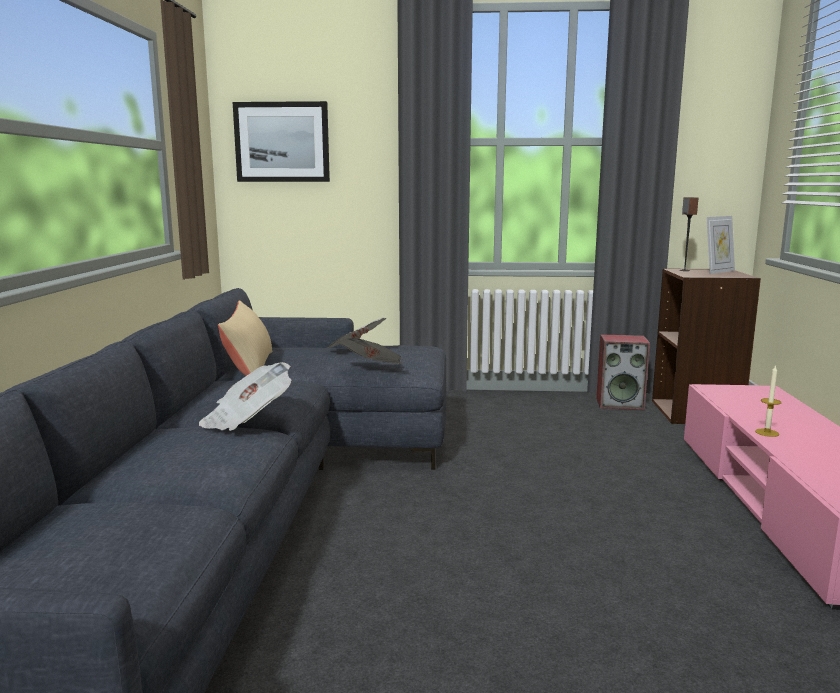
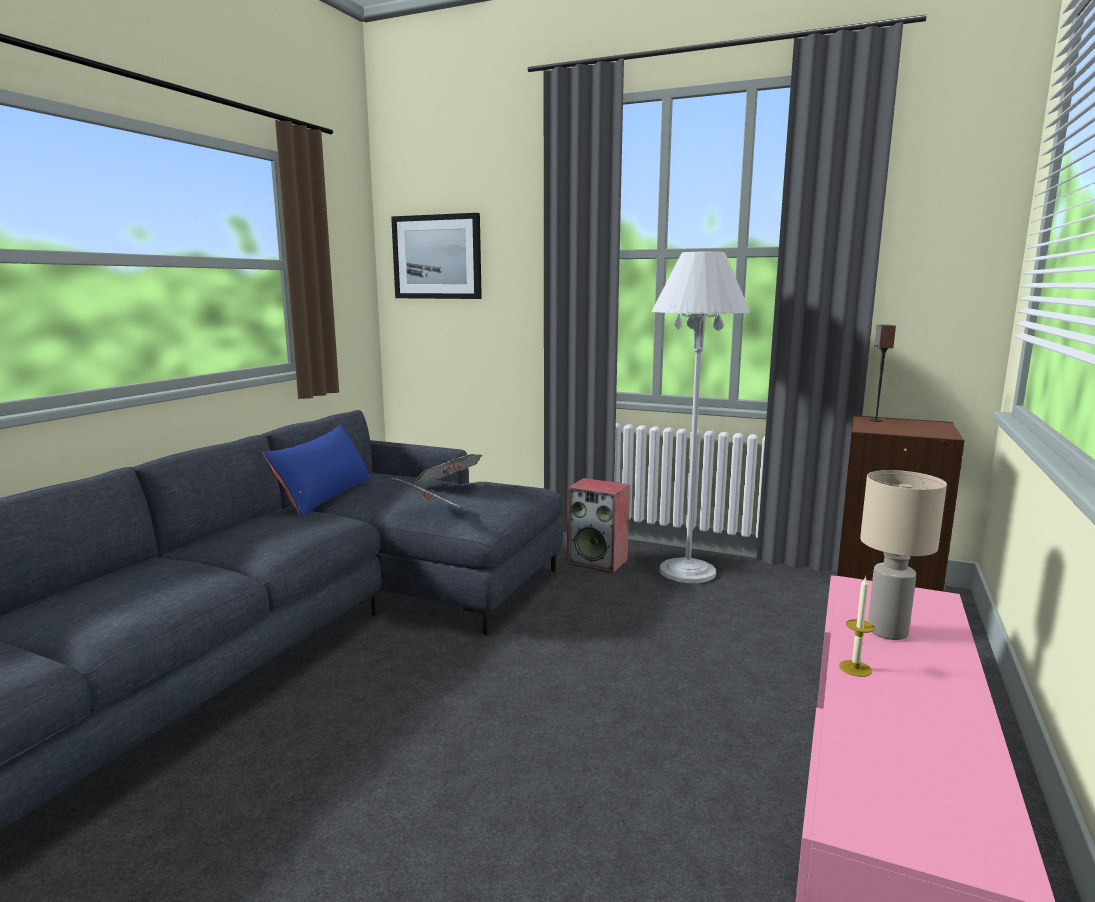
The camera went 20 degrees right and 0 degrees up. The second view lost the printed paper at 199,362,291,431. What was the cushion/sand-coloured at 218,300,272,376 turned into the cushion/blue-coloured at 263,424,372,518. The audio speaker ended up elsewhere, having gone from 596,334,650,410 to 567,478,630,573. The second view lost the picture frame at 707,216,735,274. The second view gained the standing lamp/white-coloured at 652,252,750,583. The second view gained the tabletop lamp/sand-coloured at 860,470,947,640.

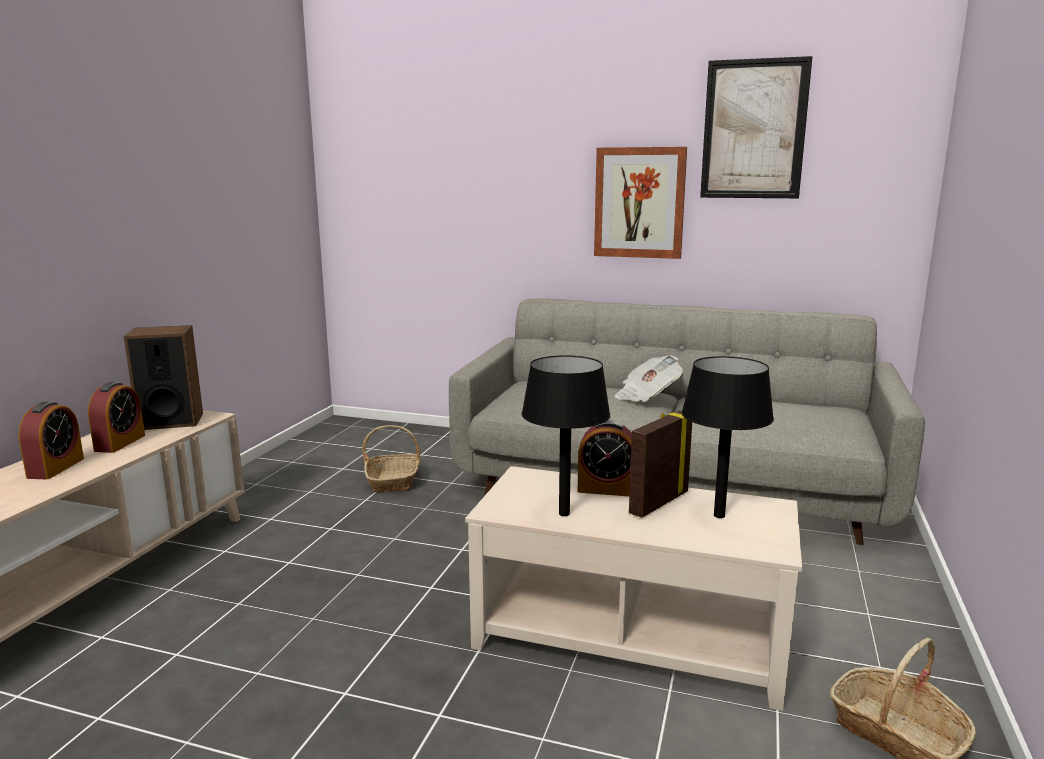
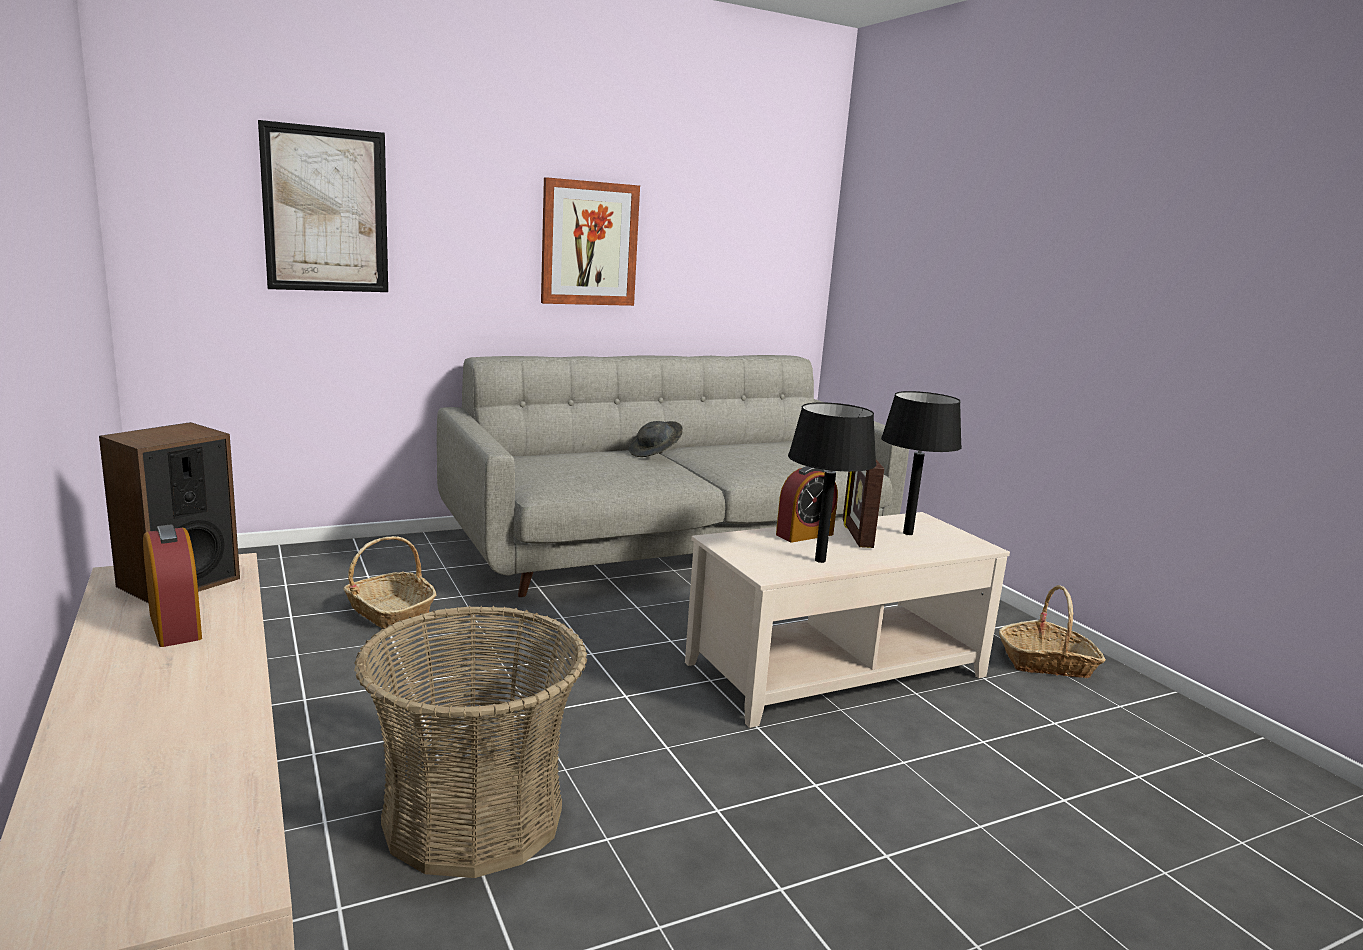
The camera went 45 degrees left and 0 degrees up. The second view lost the alarm clock at 19,402,84,479. Where the printed paper stood at 615,356,683,402, the clothing hat/greyish came to stand at 629,421,683,457. The wall art ended up elsewhere, having gone from 700,56,812,198 to 258,120,388,292. The second view gained the household basket at 354,605,587,878.

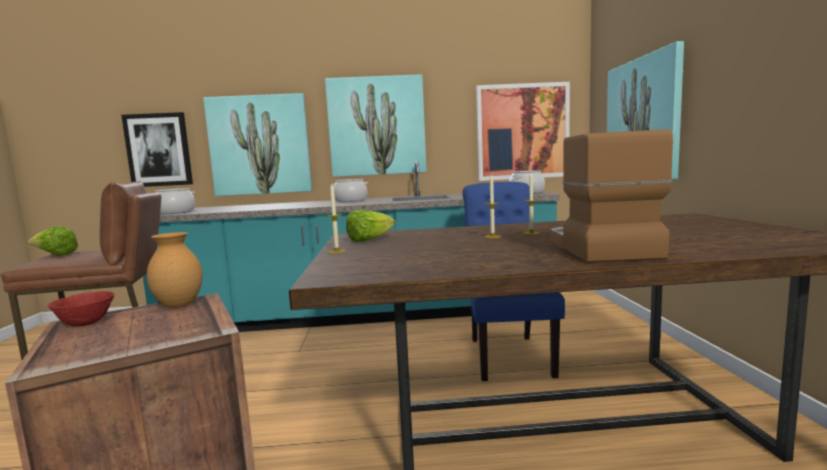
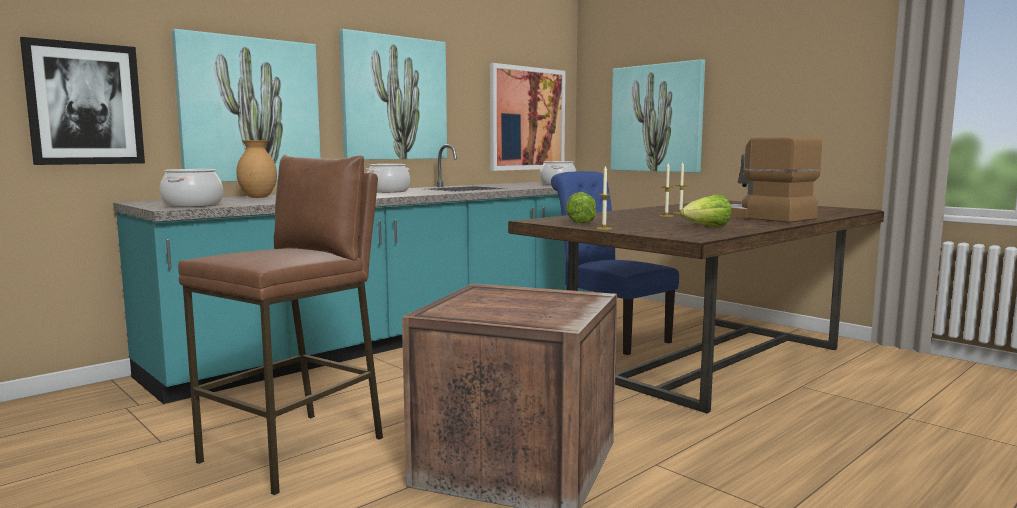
The camera went 40 degrees left and 0 degrees up. The lettuce ended up elsewhere, having gone from 28,226,78,256 to 680,194,732,227. The second view lost the serving bowl/reddish at 47,291,114,327. The vase/brownish ended up elsewhere, having gone from 147,232,203,308 to 236,140,277,198.

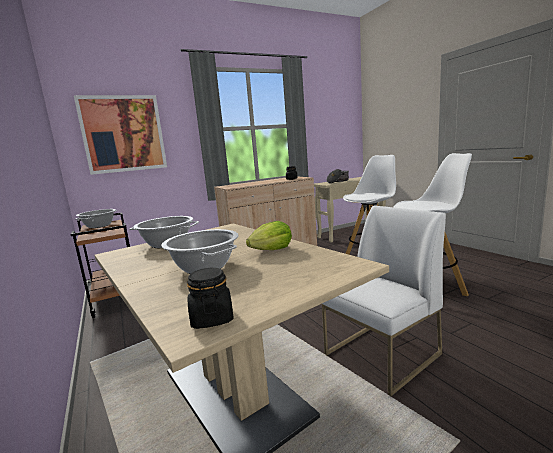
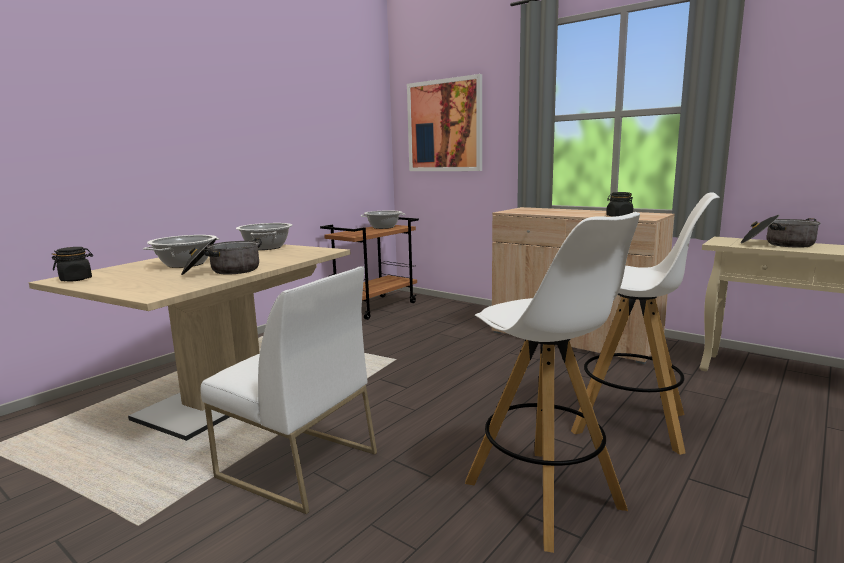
The camera went 65 degrees right and 0 degrees up. Where the lettuce stood at 246,221,292,250, the saucepot came to stand at 181,238,262,275.

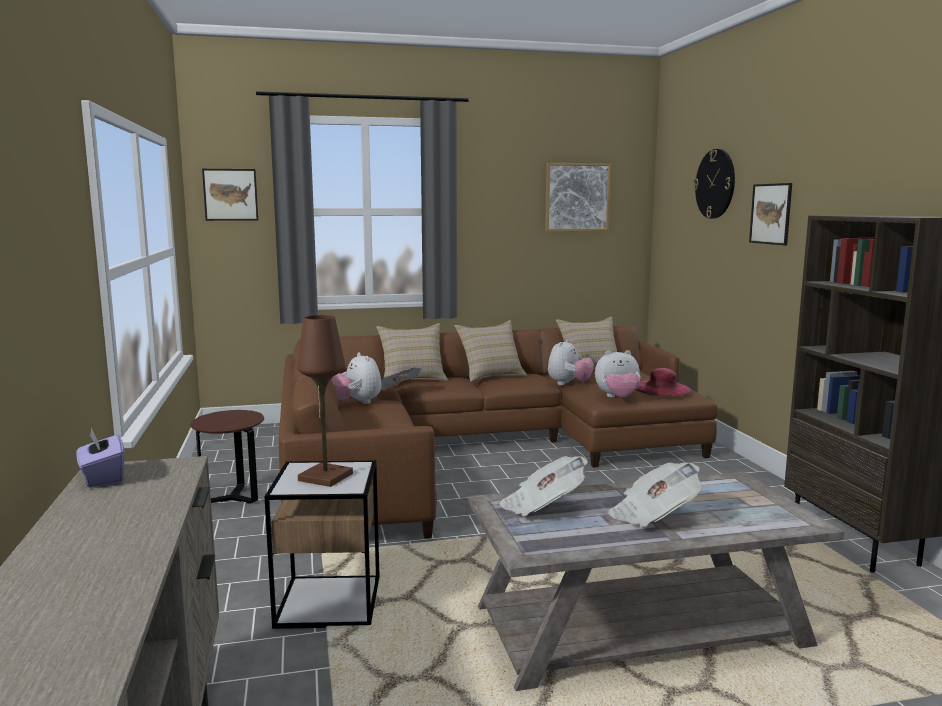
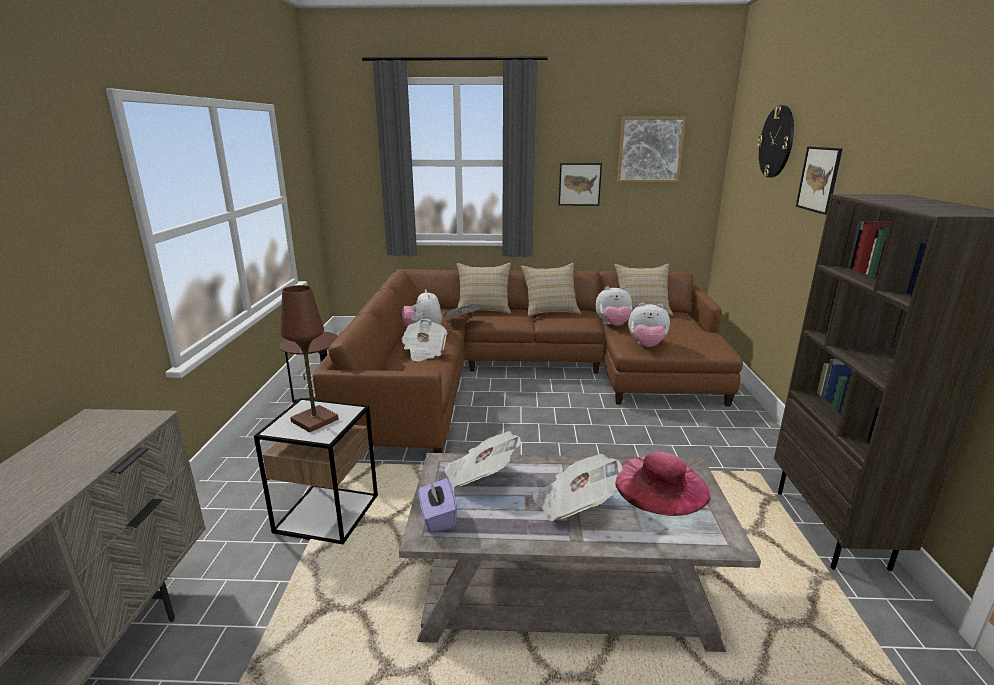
The camera went 15 degrees right and 10 degrees up. The tissue box/purplish ended up elsewhere, having gone from 76,428,125,488 to 418,478,457,533. The wall art ended up elsewhere, having gone from 202,169,258,221 to 559,163,602,206. The plush toy at 548,339,594,385 ended up facing another way, 45 degrees clockwise from before. The clothing hat/pink-coloured ended up elsewhere, having gone from 636,368,692,396 to 615,452,710,516. The second view gained the printed paper at 401,319,447,361.

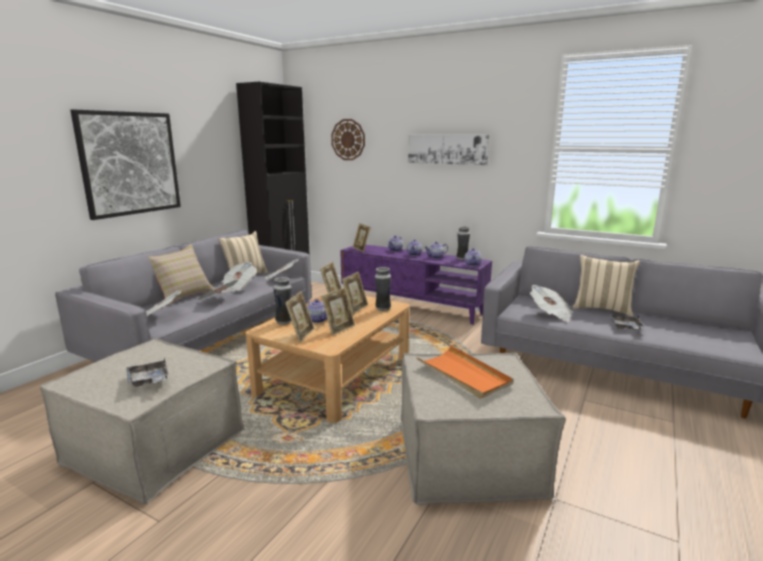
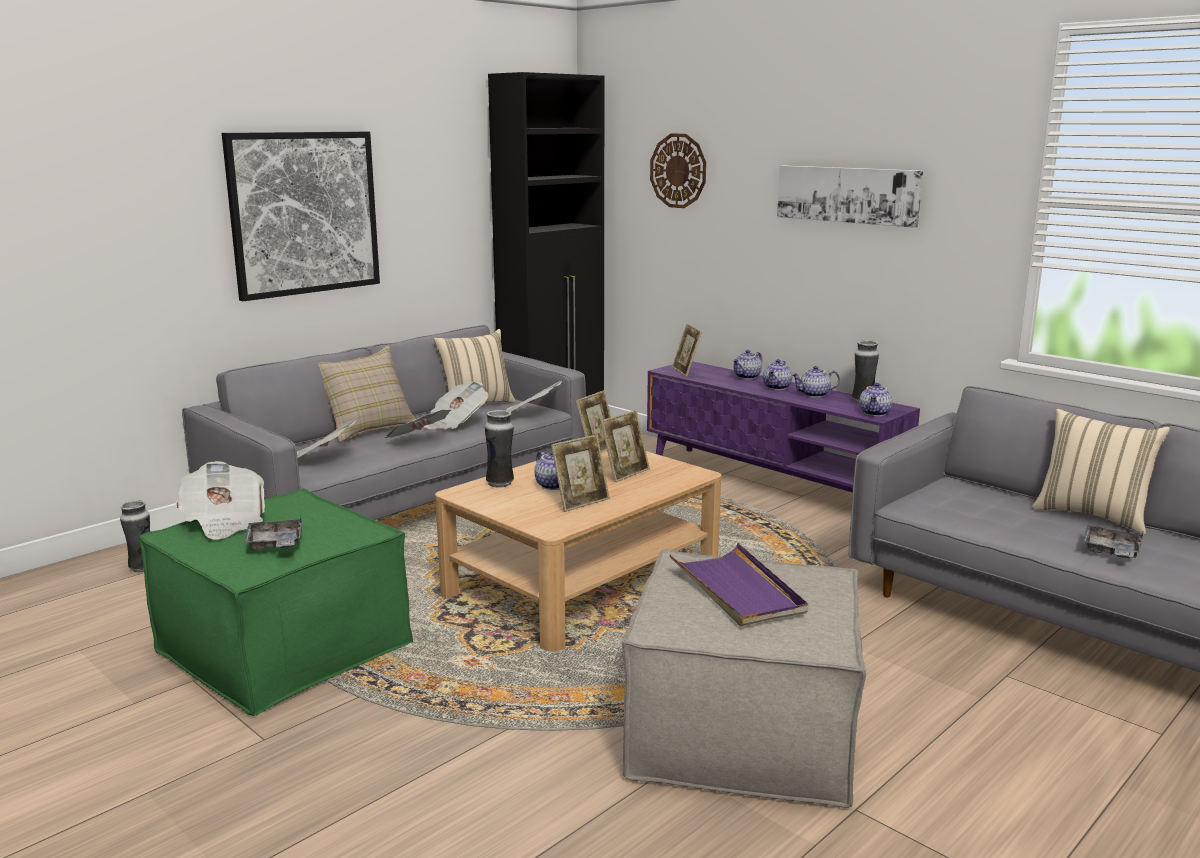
The camera went 15 degrees right and 0 degrees up. What was the pouffe/sand-coloured at 40,338,244,504 turned into the pouffe/greenish at 139,488,413,716. The second view lost the picture frame at 285,292,315,342. The vase ended up elsewhere, having gone from 375,267,391,311 to 120,500,150,572. What was the serving tray/orange at 416,345,514,399 turned into the serving tray/purplish at 670,543,808,626. The printed paper ended up elsewhere, having gone from 530,285,573,322 to 176,461,265,540.

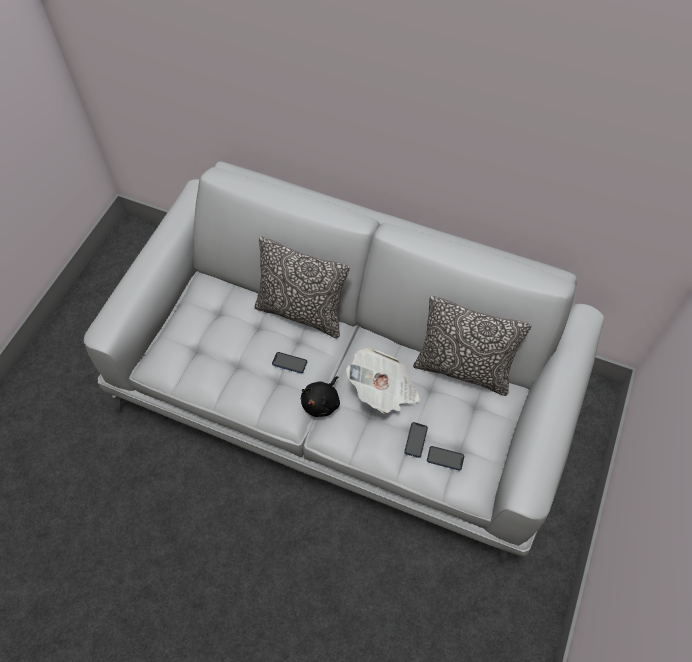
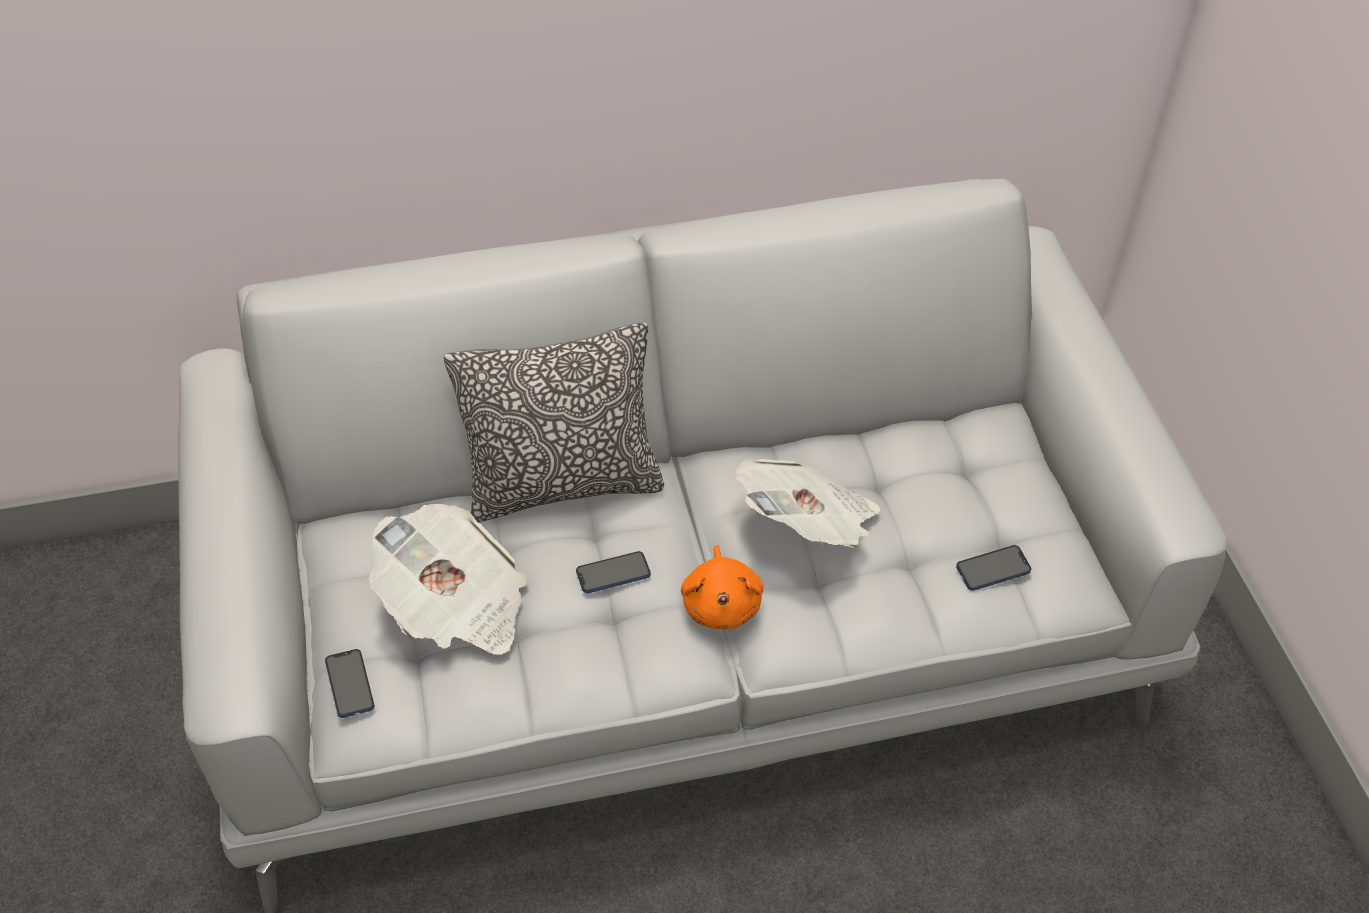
The camera went 35 degrees left and 10 degrees down. What was the plush toy/black-coloured at 301,376,340,417 turned into the plush toy/orange at 681,545,764,630. The phone ended up elsewhere, having gone from 404,422,428,458 to 325,649,375,718. The second view lost the cushion at 413,296,532,396. The second view gained the printed paper at 368,504,527,655.

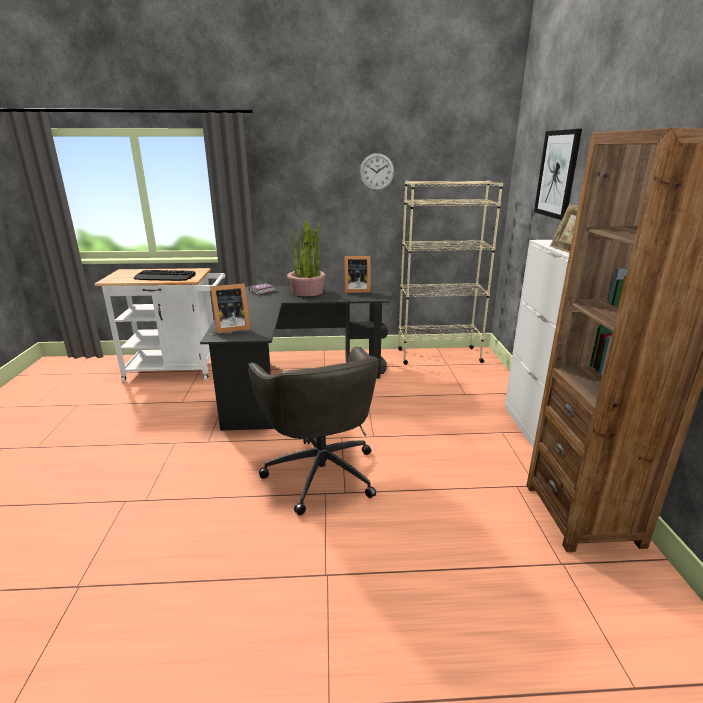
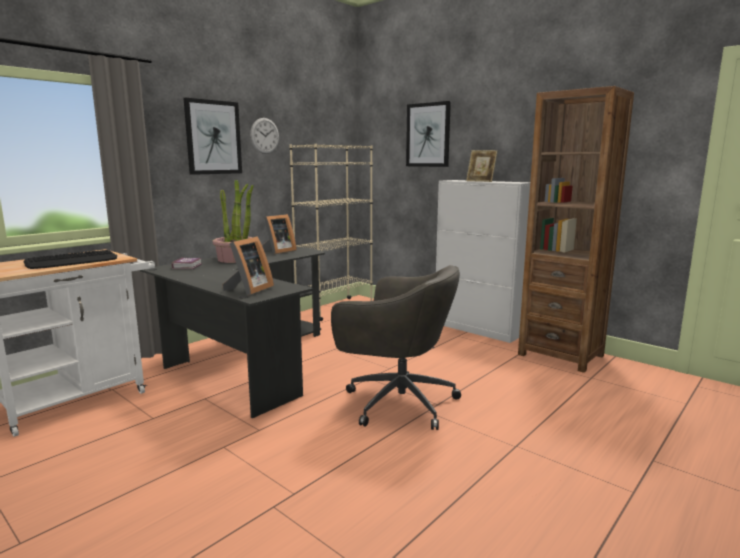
The camera went 45 degrees left and 10 degrees down. The second view gained the wall art at 184,98,242,175.

